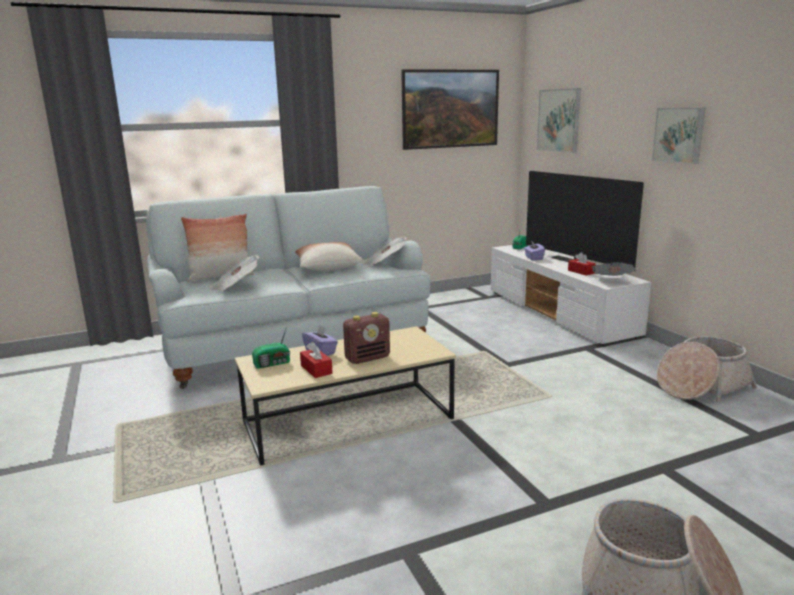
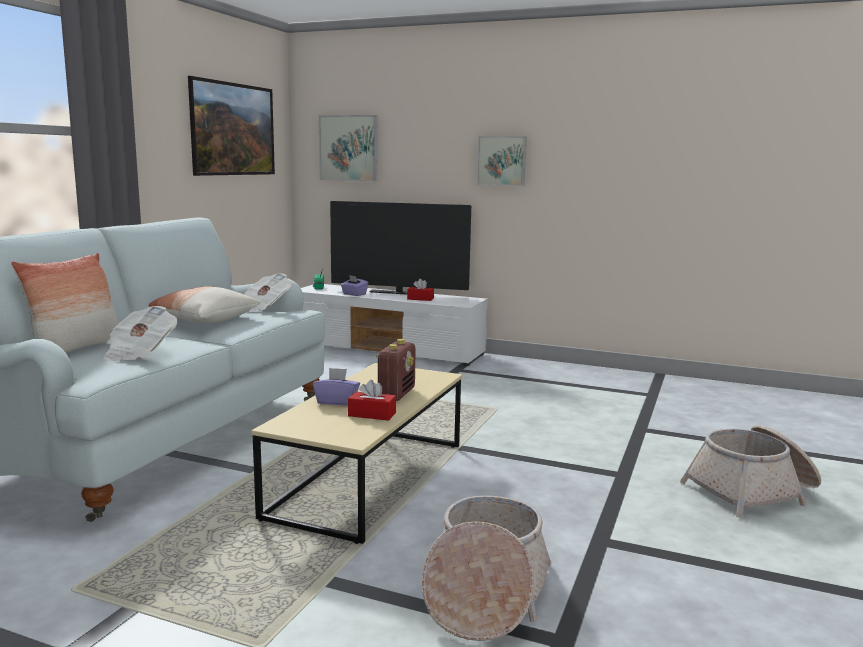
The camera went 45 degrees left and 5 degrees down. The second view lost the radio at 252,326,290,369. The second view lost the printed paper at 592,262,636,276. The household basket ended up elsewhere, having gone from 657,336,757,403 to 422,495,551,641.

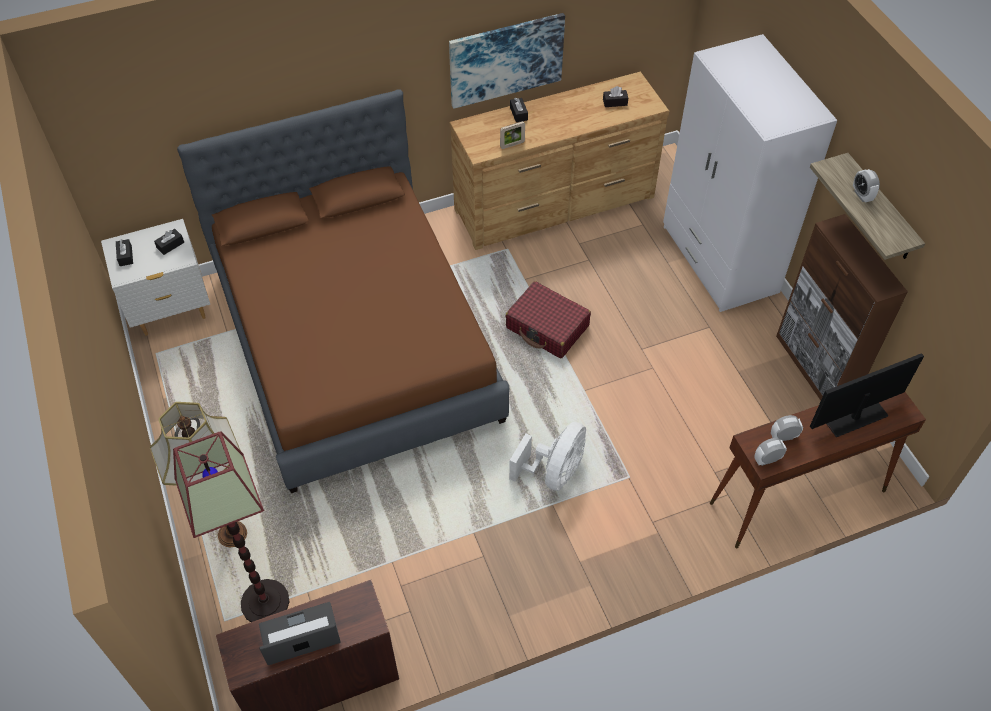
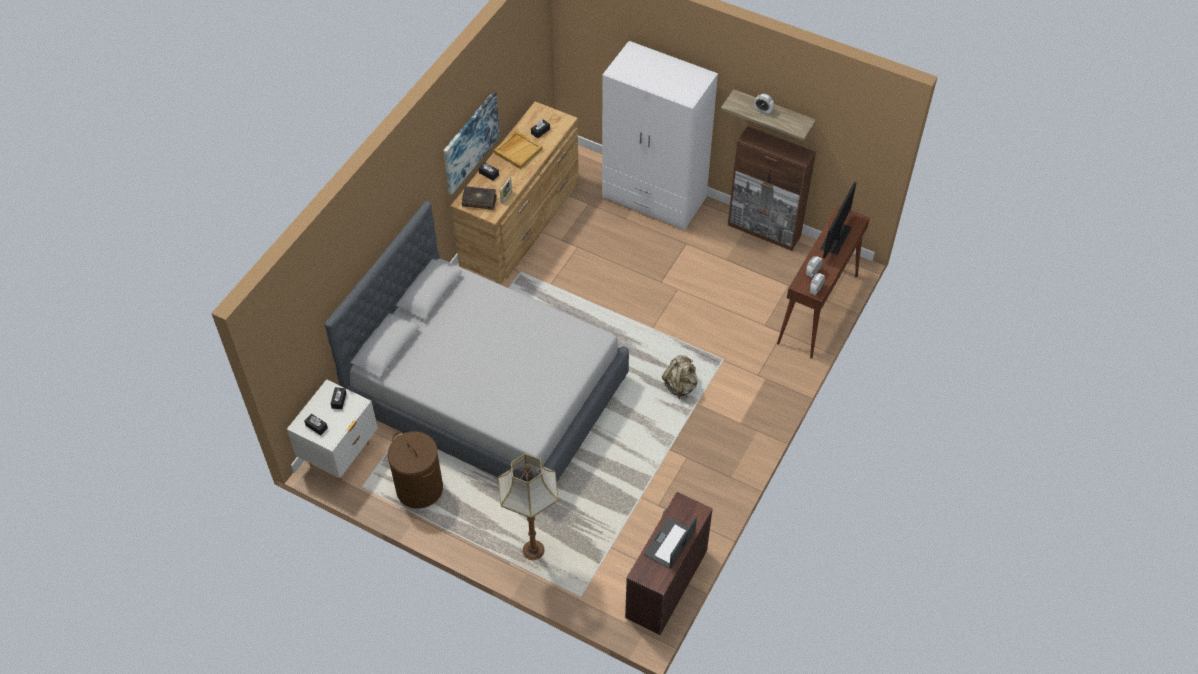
The camera went 40 degrees left and 0 degrees up. The second view lost the standing lamp at 173,431,289,622. What was the bedroom bed/brownish at 177,89,509,493 turned into the bedroom bed/greyish at 325,201,629,481. The second view lost the suitcase/reddish at 505,281,591,358. Where the fan/white-coloured stood at 509,422,586,491, the rucksack/sand-coloured came to stand at 662,355,698,399. The second view gained the washing basket/brownish at 388,432,443,509. The second view gained the volume at 462,186,497,210. The second view gained the serving tray/sand-coloured at 494,131,543,169.

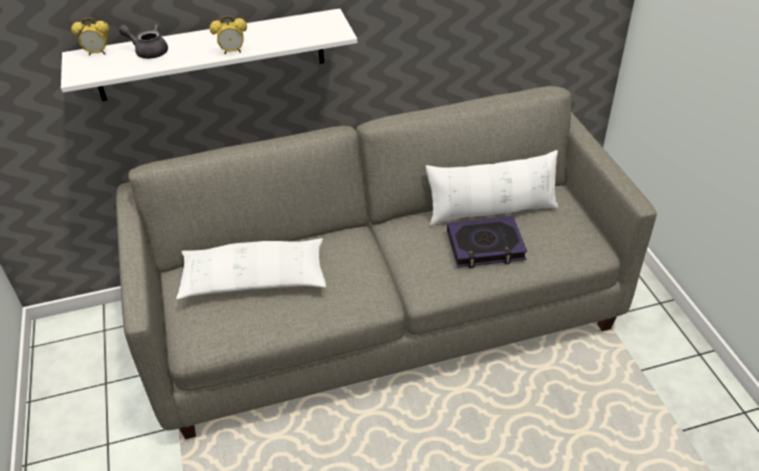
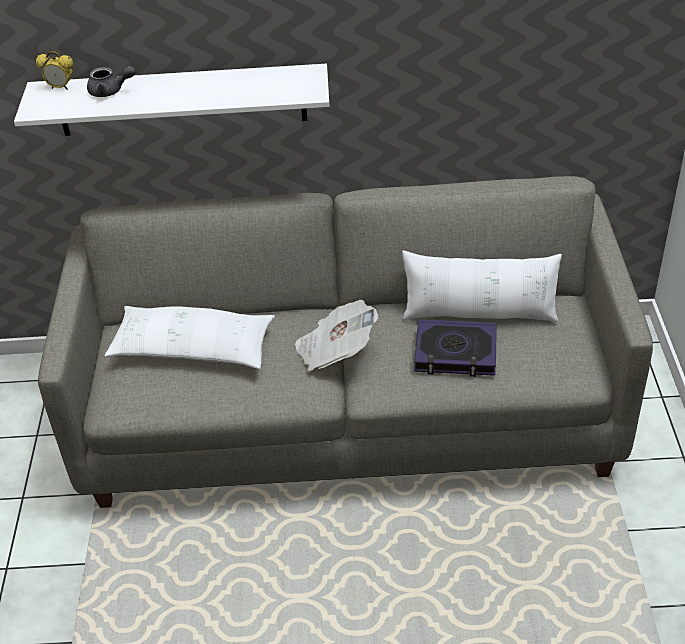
The camera went 15 degrees right and 0 degrees up. The pot for tea/greyish at 119,24,168,59 ended up facing another way, 150 degrees clockwise from before. The second view lost the alarm clock at 210,15,247,54. The second view gained the printed paper at 295,300,378,371.

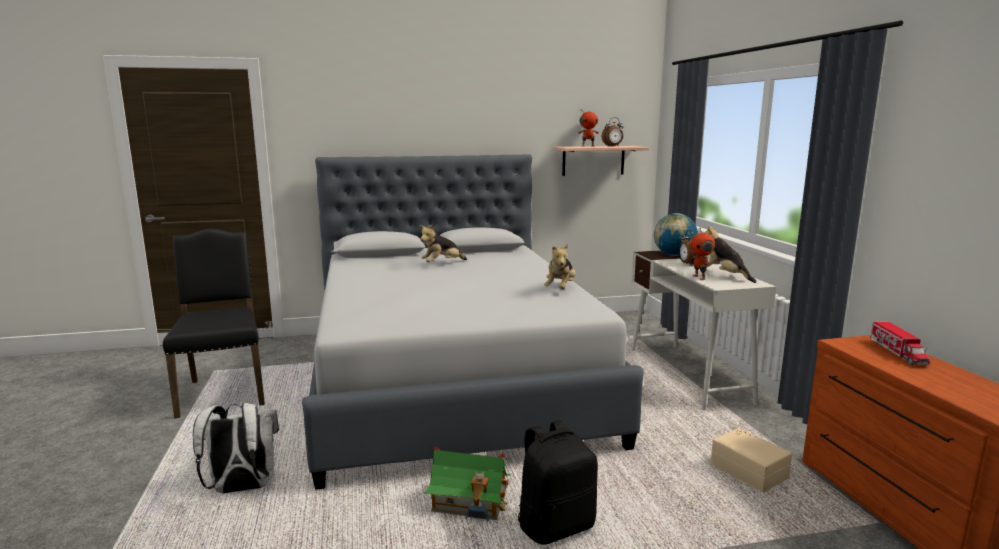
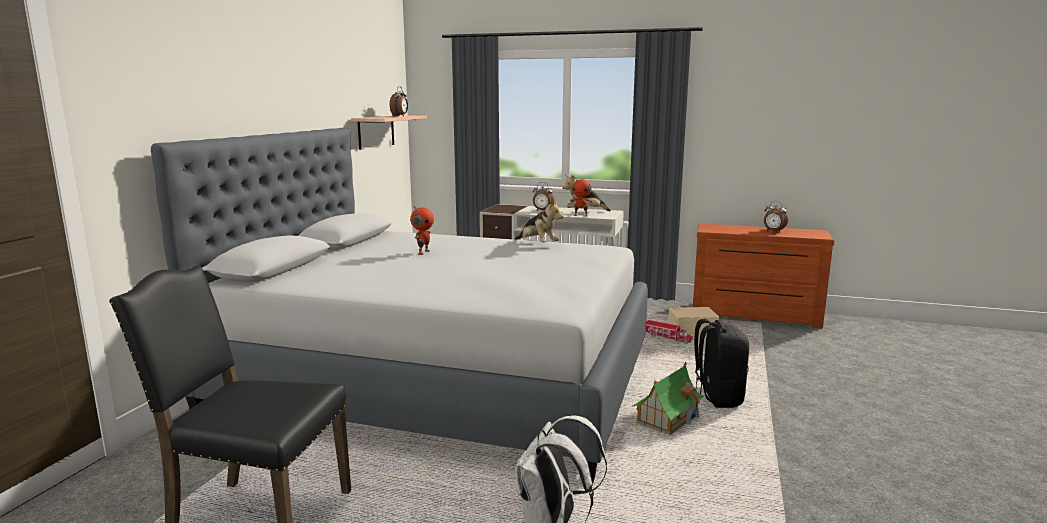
The camera went 60 degrees left and 0 degrees up. The second view lost the plush toy at 420,225,467,262. The model robot ended up elsewhere, having gone from 578,109,599,147 to 410,207,434,255. The second view lost the world globe at 654,213,698,256. The model truck ended up elsewhere, having gone from 870,321,930,365 to 646,320,693,344. The second view gained the alarm clock at 764,201,788,232.

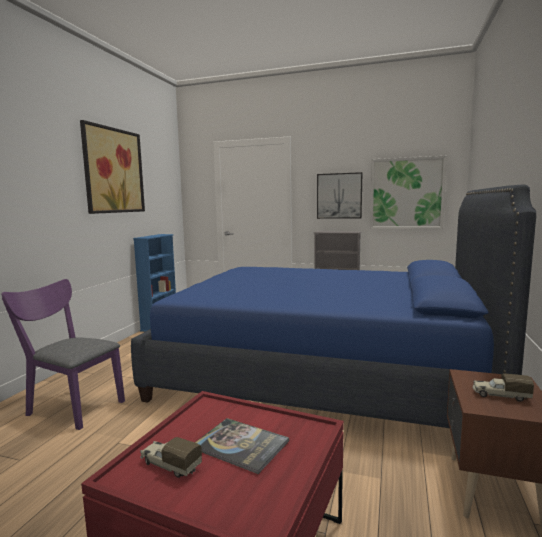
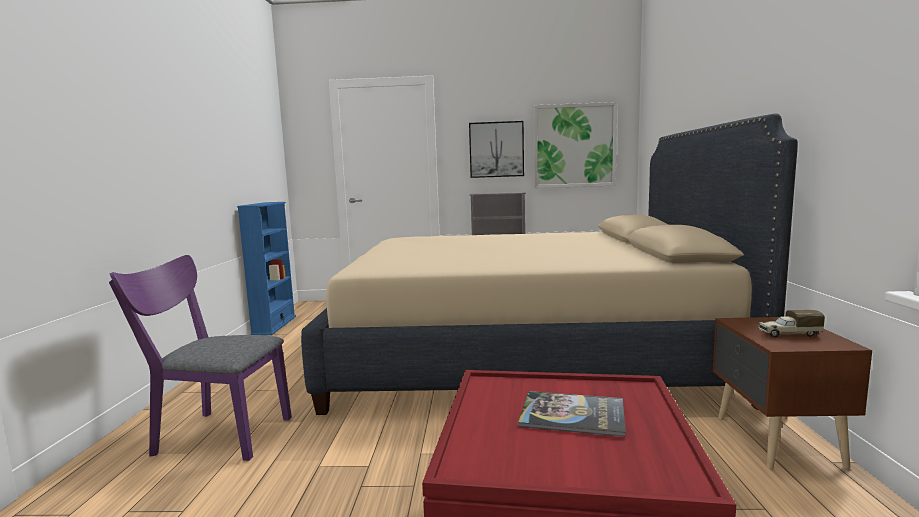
The camera went 15 degrees left and 0 degrees up. The second view lost the wall art at 80,120,145,214. What was the bedroom bed/blue-coloured at 131,185,536,428 turned into the bedroom bed/sand-coloured at 301,114,798,415. The second view lost the model truck at 140,437,202,478.

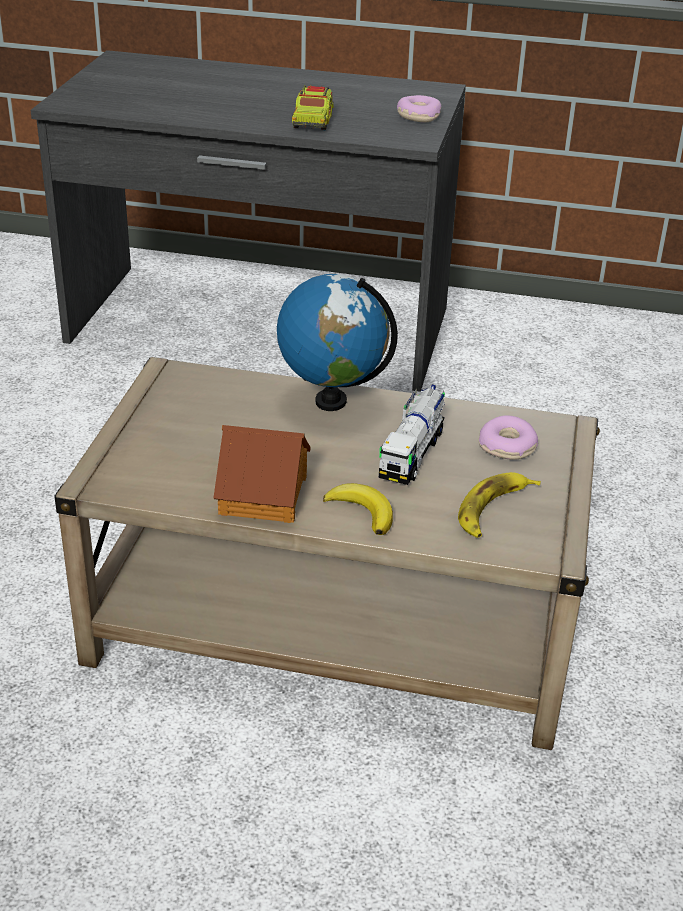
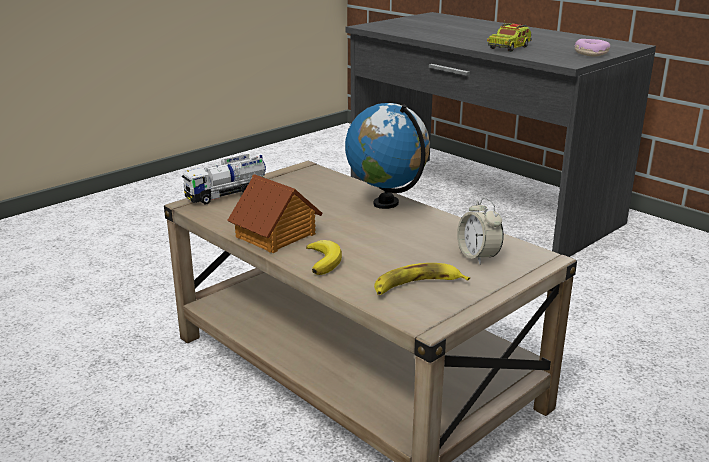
The camera went 35 degrees right and 10 degrees down. The model truck ended up elsewhere, having gone from 379,385,445,485 to 181,154,266,205. Where the doughnut stood at 479,415,538,460, the alarm clock came to stand at 457,198,504,265.

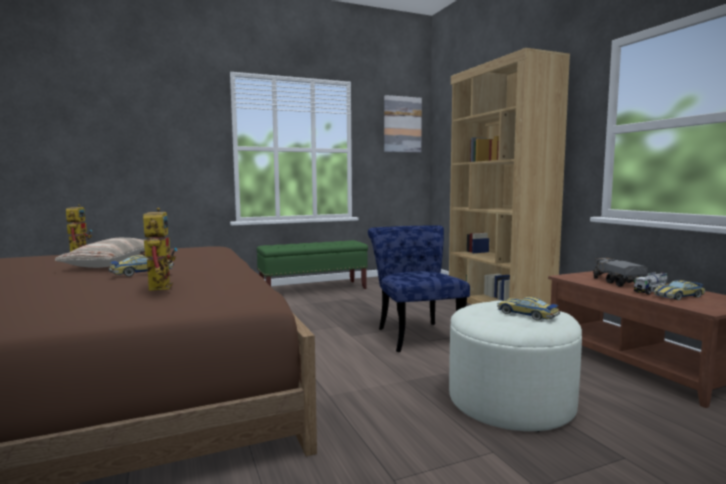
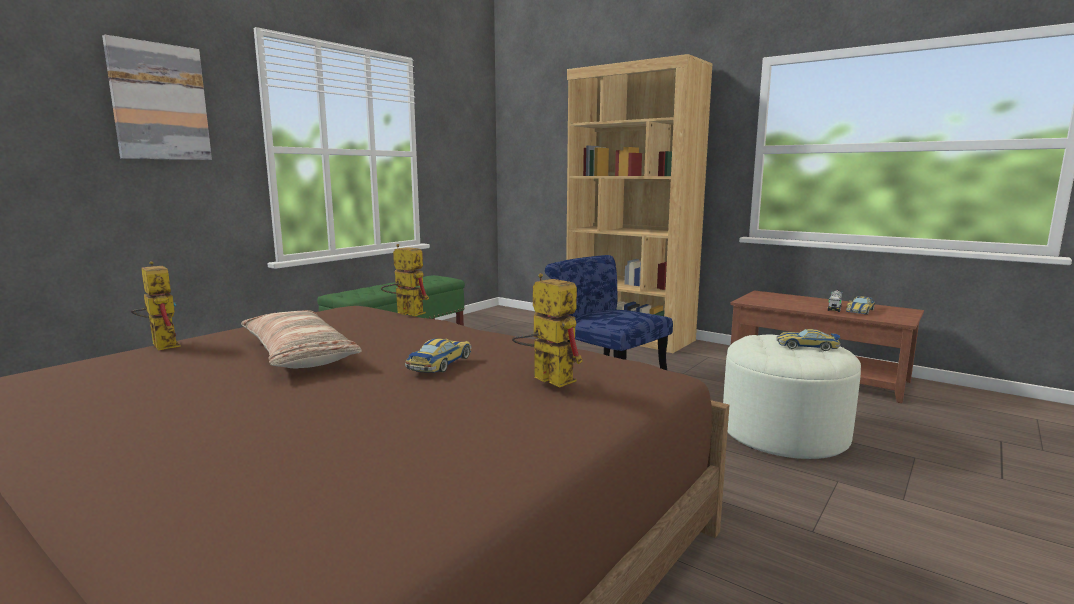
The camera went 30 degrees left and 5 degrees up. The wall art ended up elsewhere, having gone from 384,95,422,153 to 102,35,212,160. The second view lost the model truck at 593,257,648,287. The second view gained the model robot at 381,244,429,316.

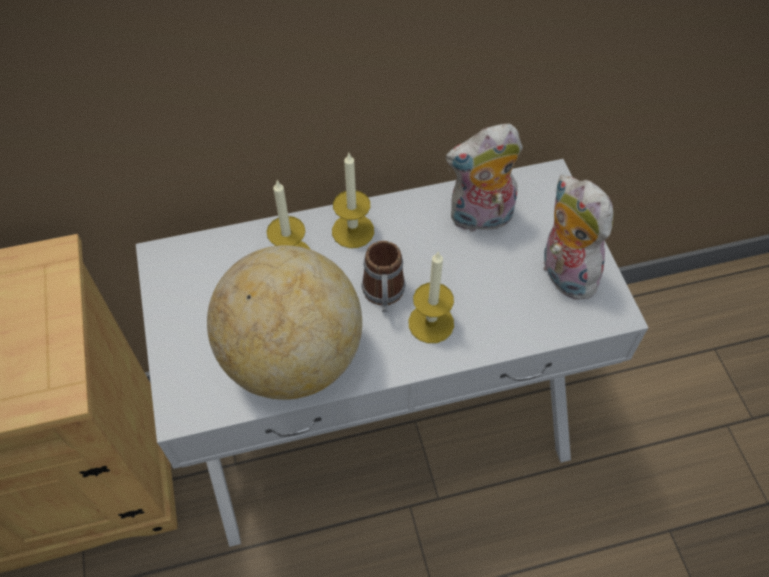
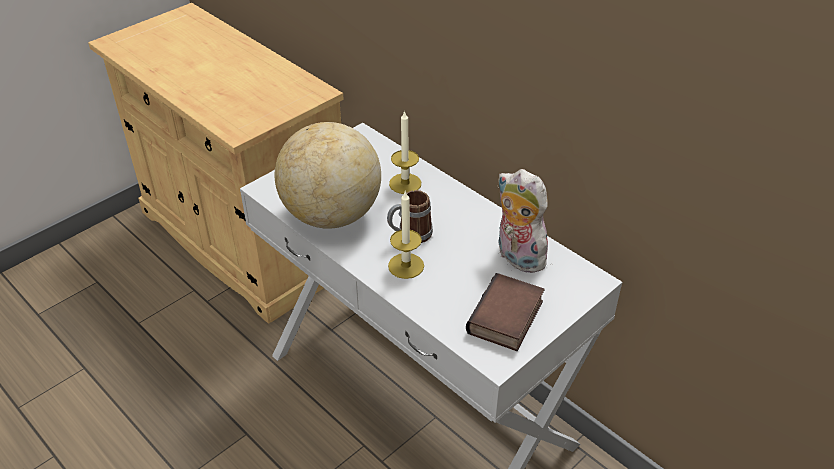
The camera went 60 degrees right and 15 degrees down. The second view lost the candle at 332,153,374,248. Where the plush toy stood at 543,175,614,300, the volume came to stand at 466,273,545,351.

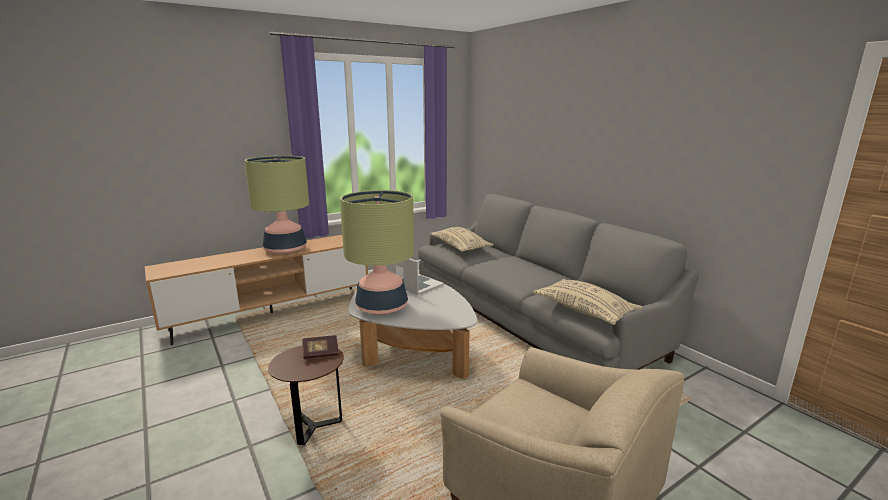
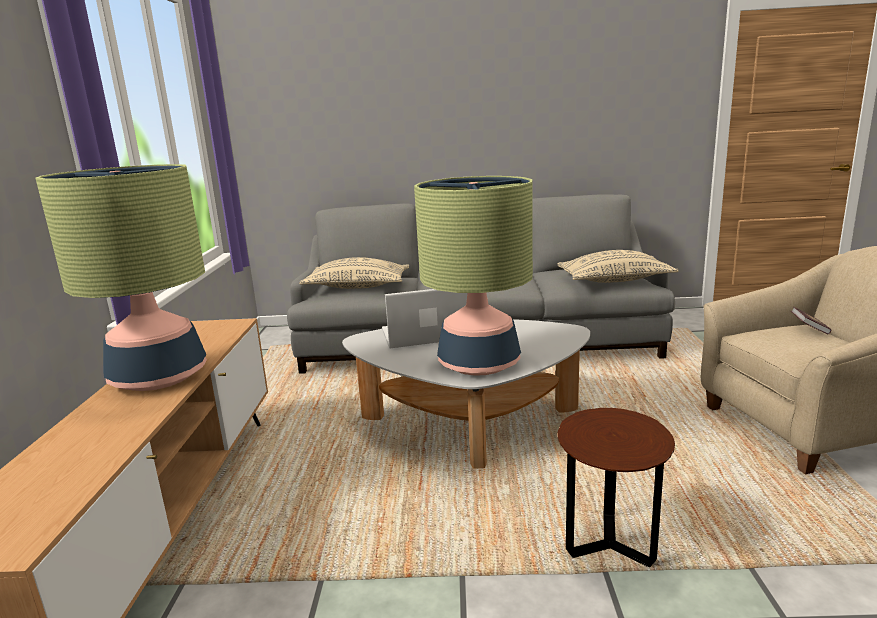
The camera went 55 degrees left and 0 degrees up. The volume ended up elsewhere, having gone from 302,335,339,359 to 791,307,831,334.

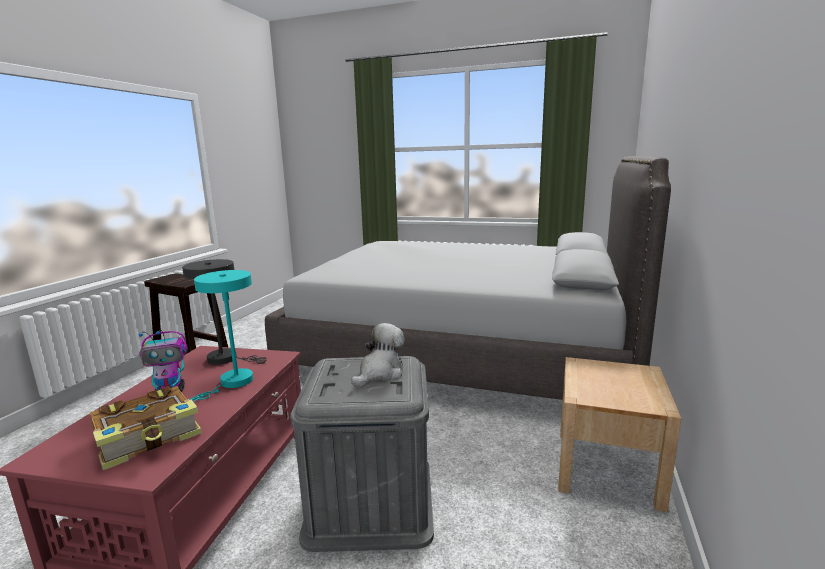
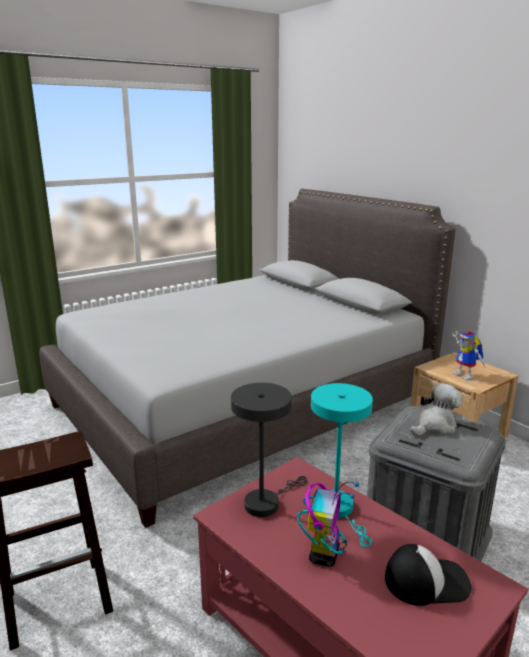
The camera went 55 degrees left and 5 degrees up. Where the volume stood at 90,386,202,470, the peaked cap came to stand at 385,544,472,606. The plush toy at 351,323,405,387 ended up facing another way, 75 degrees clockwise from before. The second view gained the model robot at 452,331,485,381.

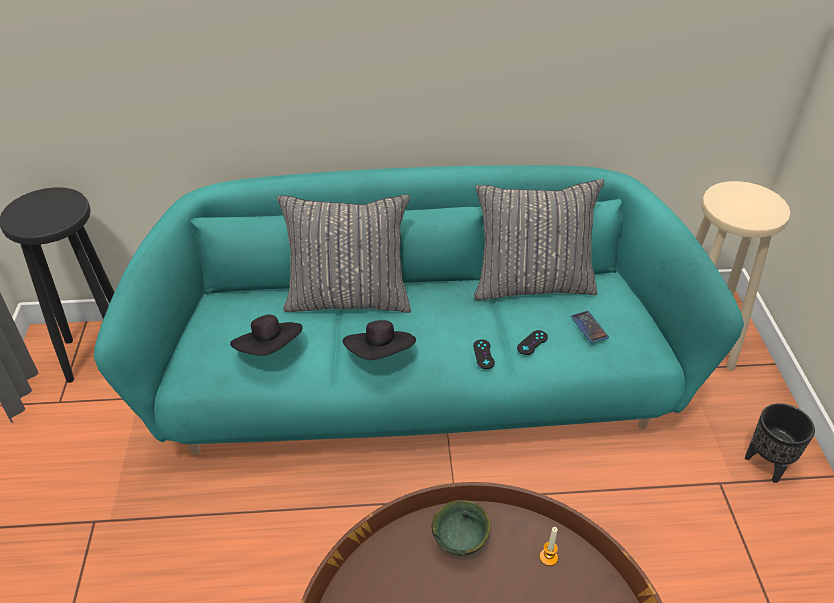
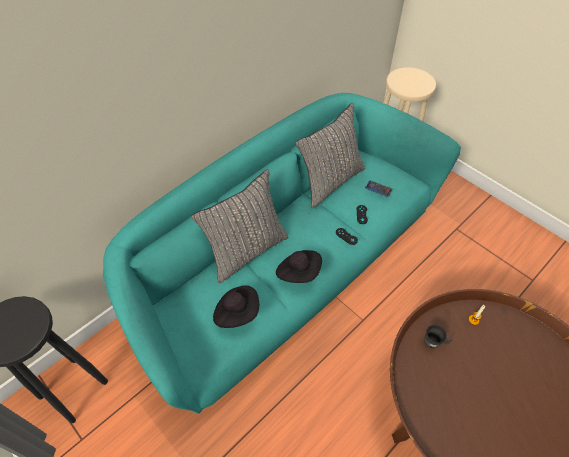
The camera went 40 degrees left and 10 degrees up. Where the serving bowl/greenish stood at 431,500,491,556, the mug/greyish came to stand at 424,325,453,348. The second view lost the planter/black-coloured at 745,403,815,483.

